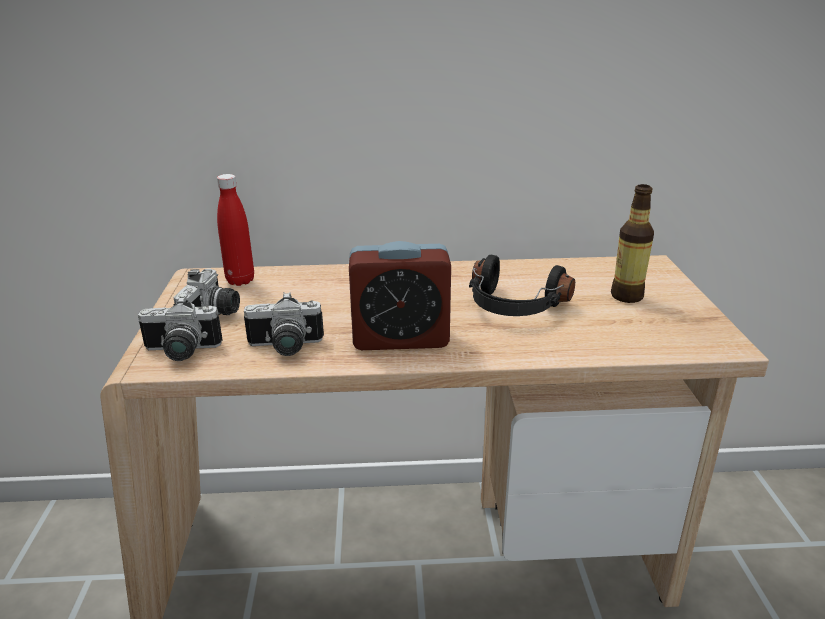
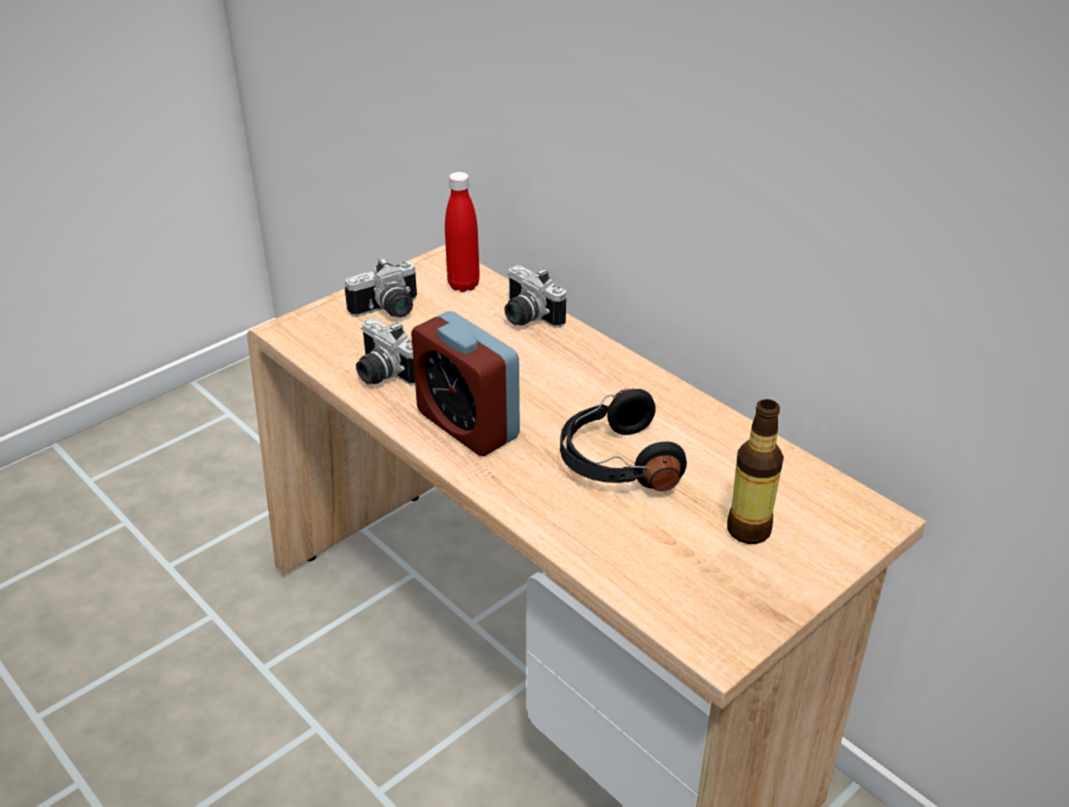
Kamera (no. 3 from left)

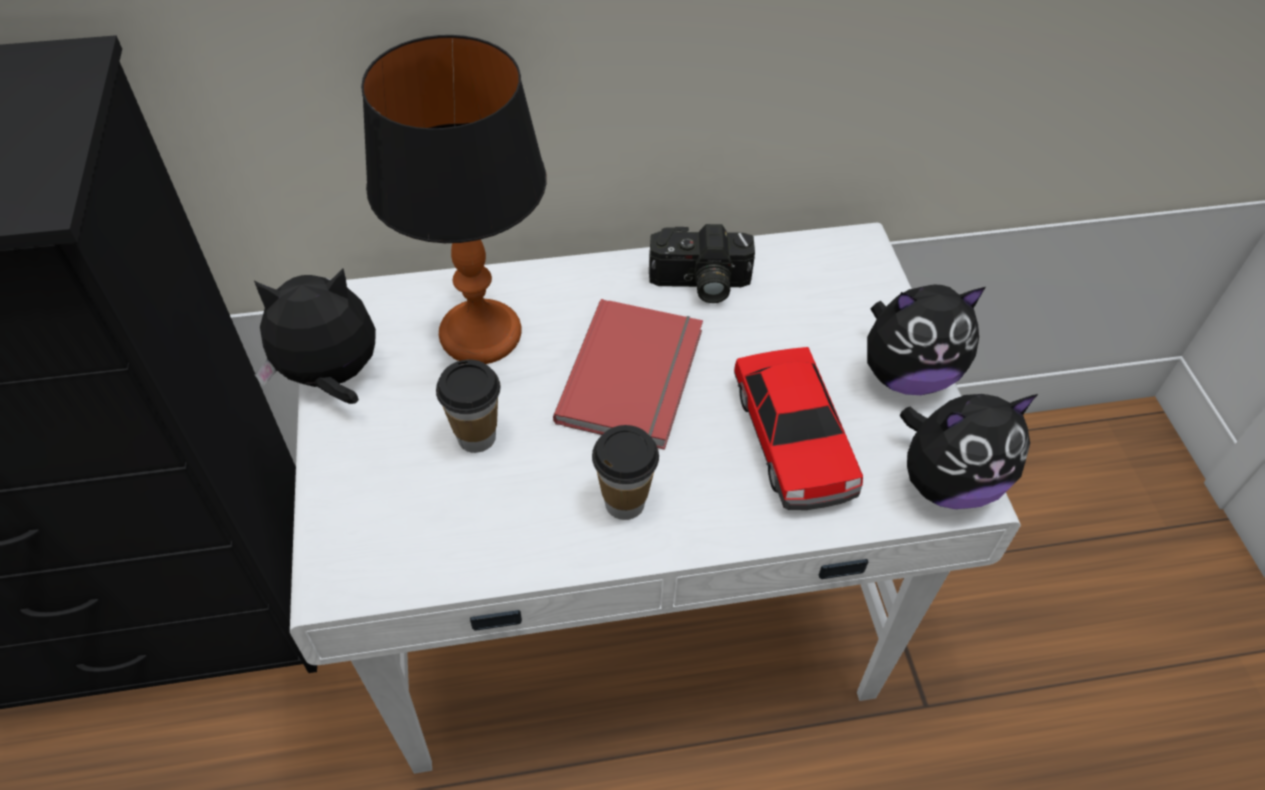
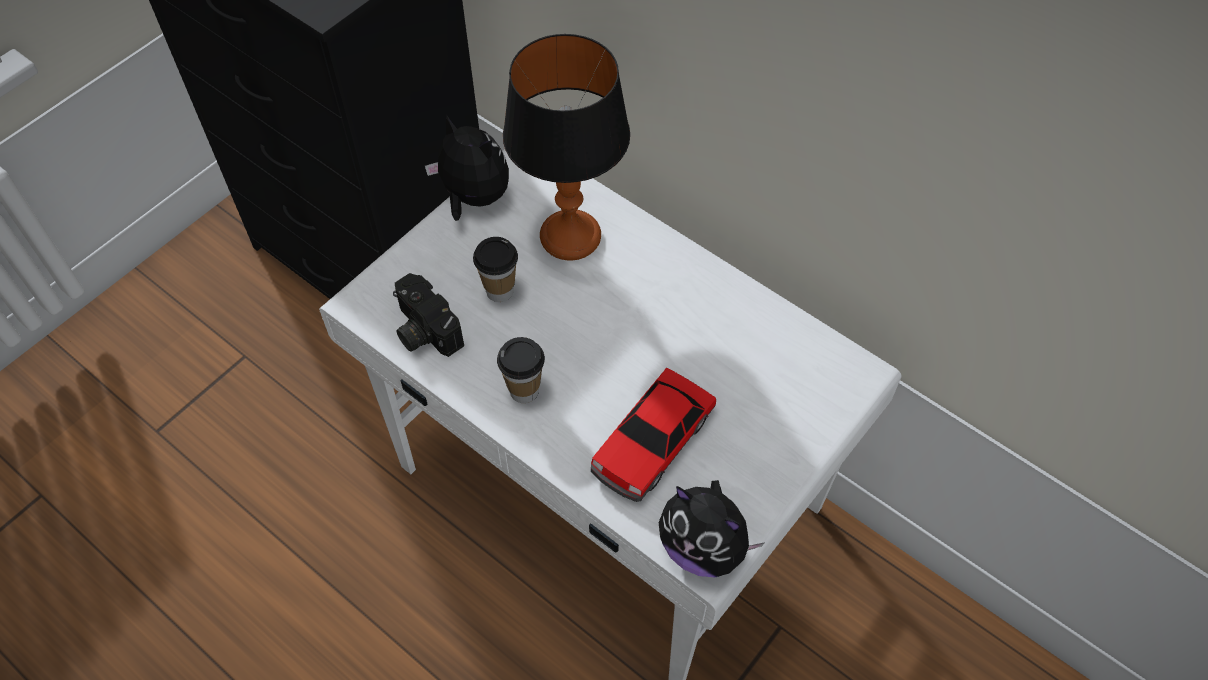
Kamera
Buch [rot]
Plüschtier (no. 2 from left in the first image)

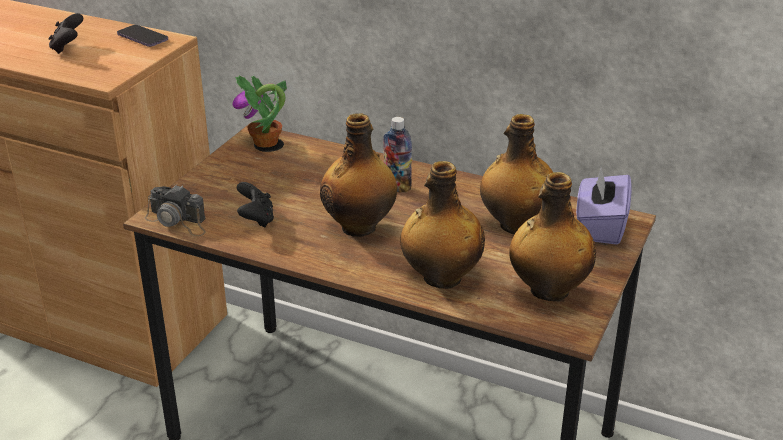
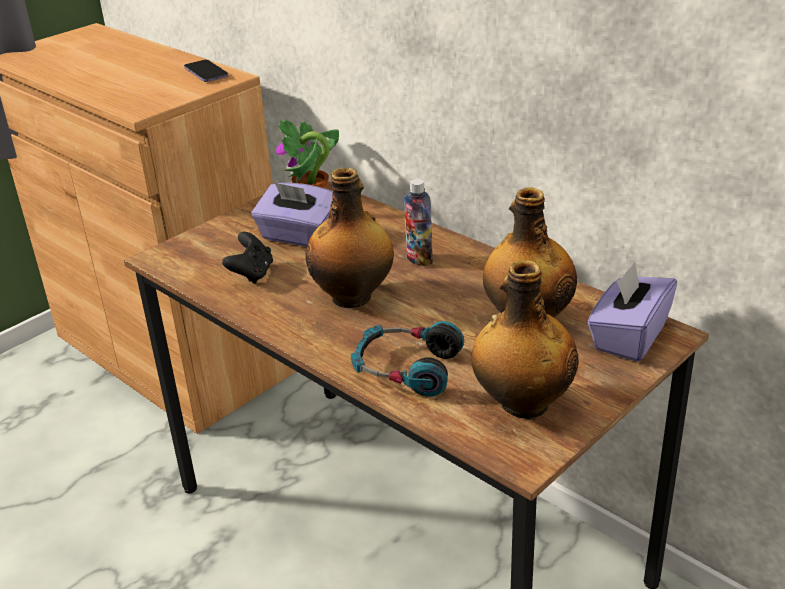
Taschentuchbox [lila] (no. 1 from left)
Kopfhörer
Gamepad [schwarz] (no. 1 from left in the first image)
Kamera

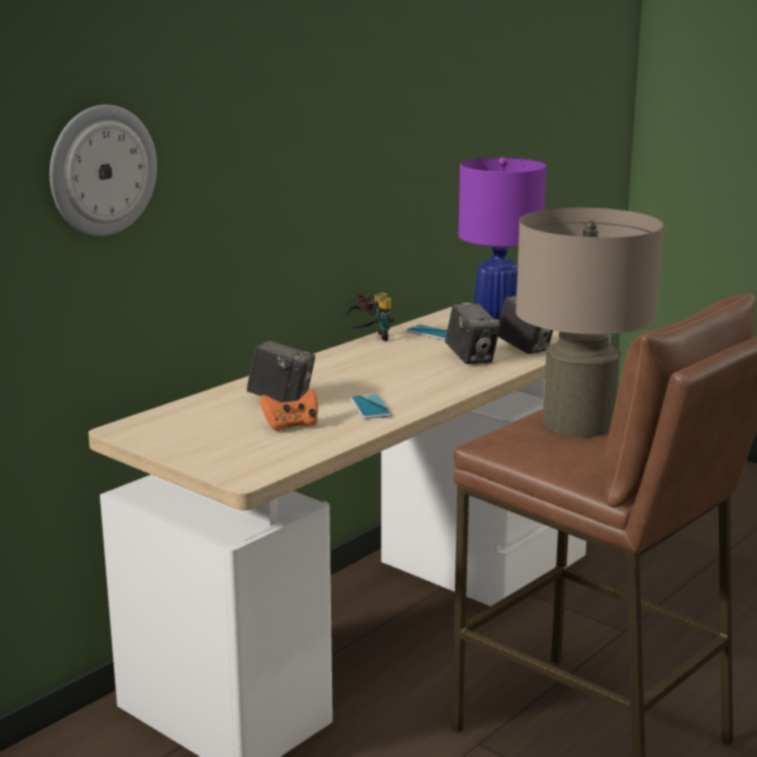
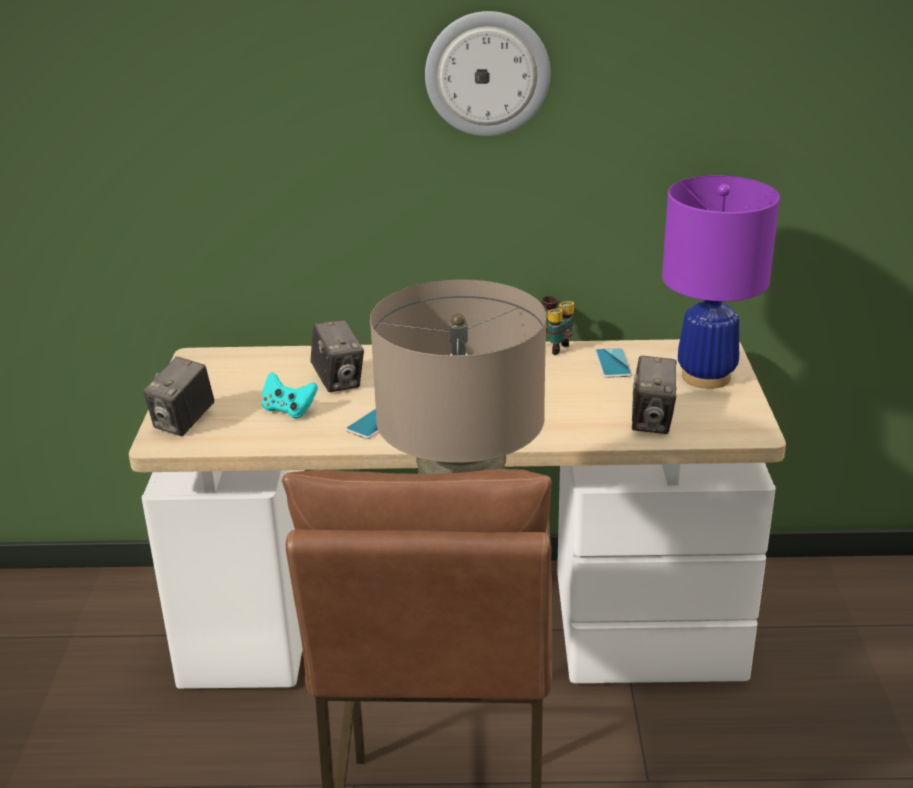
Kamera (no. 1 from left)
Gamepad [türkis]
Wanduhr

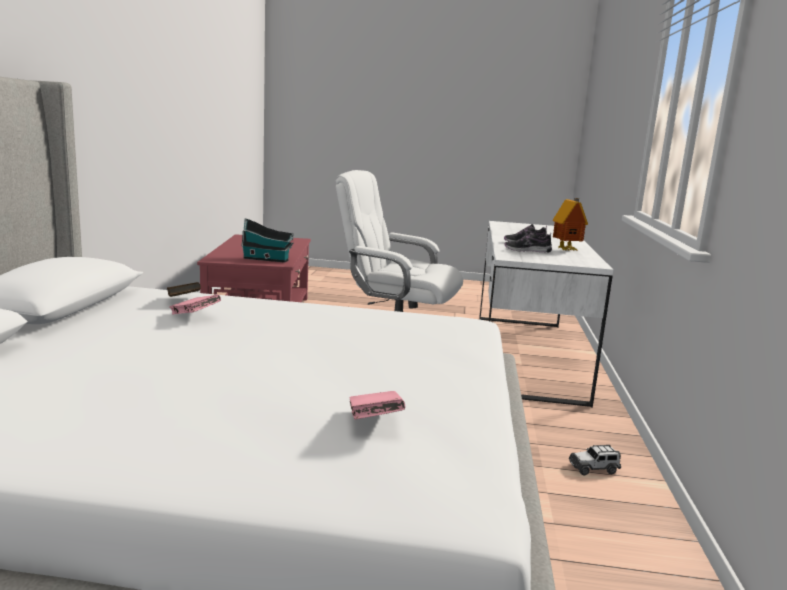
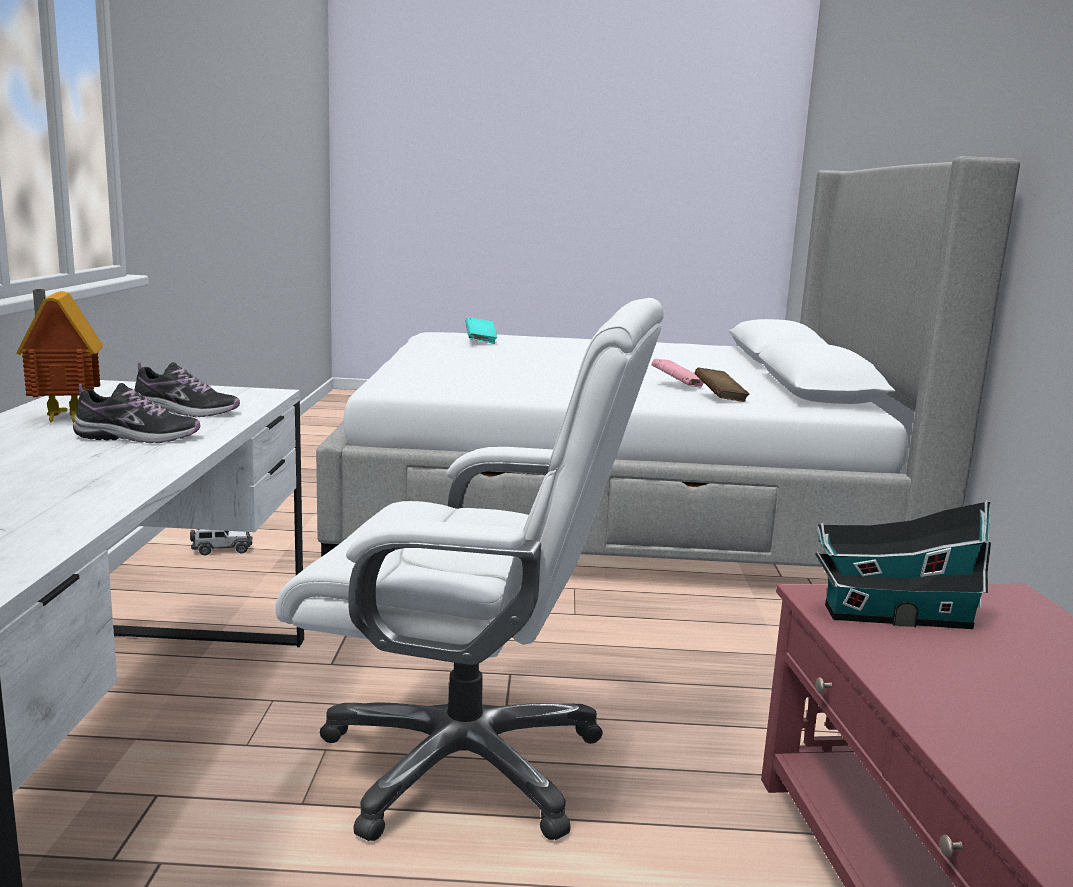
Buch [türkis]

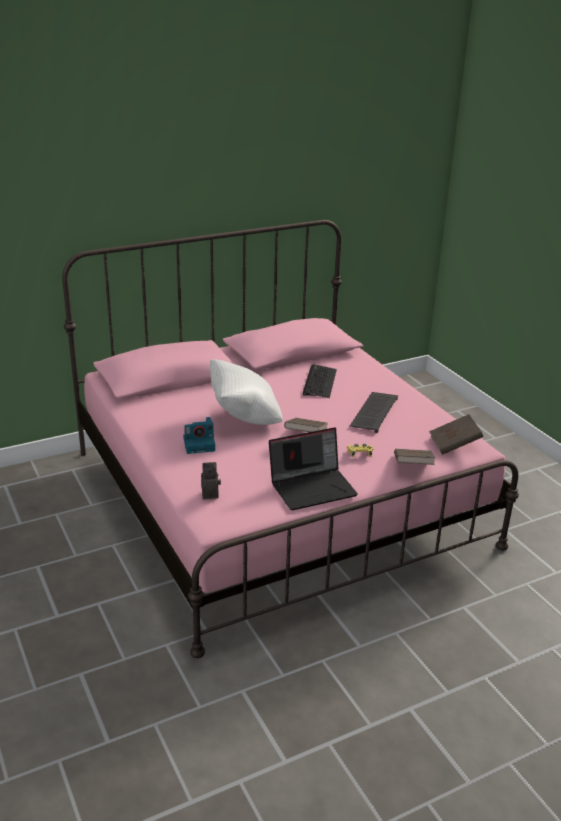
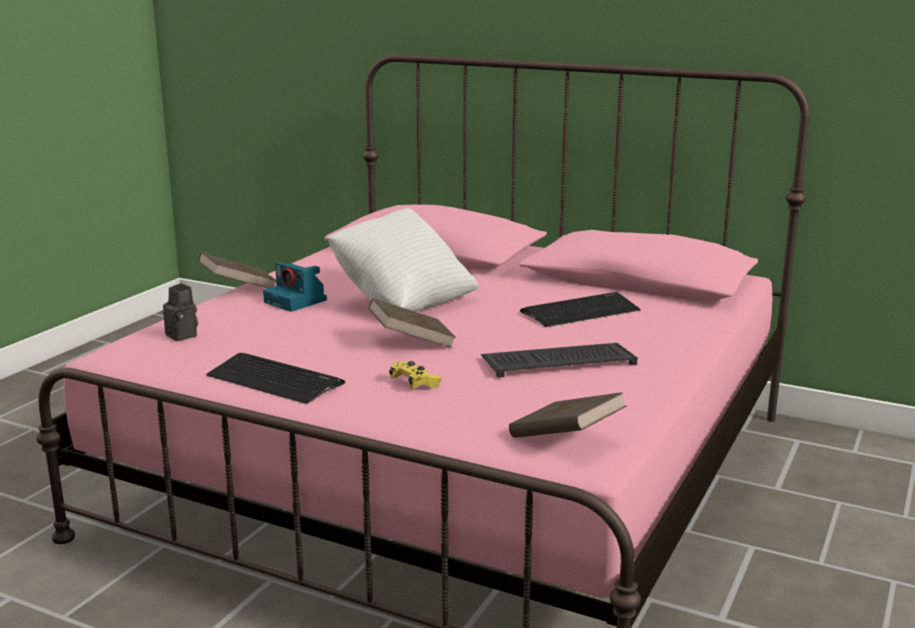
Buch [braun] (no. 1 from left)
Tastatur (no. 1 from left)

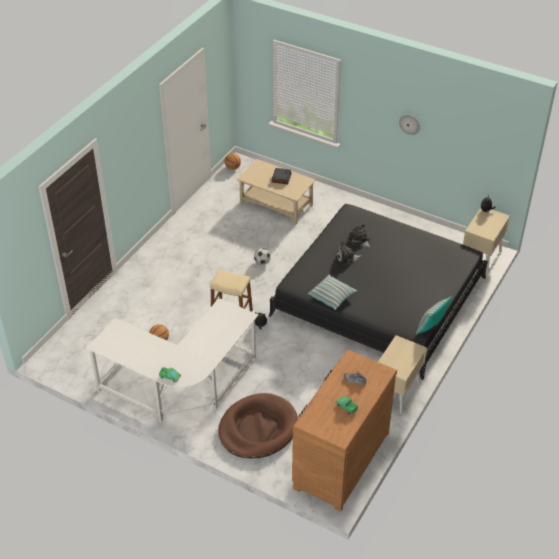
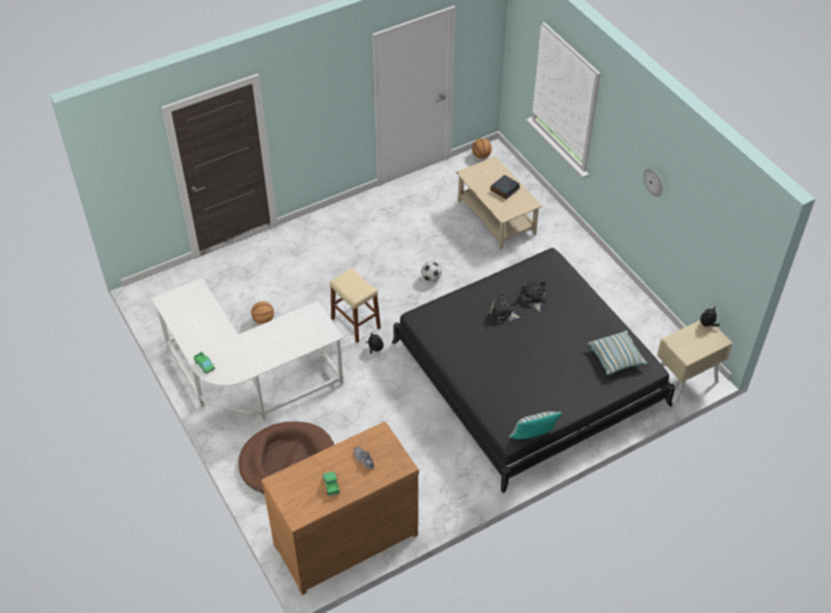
Kissen (no. 2 from left)
Nachttisch [beige] (no. 1 from left in the first image)

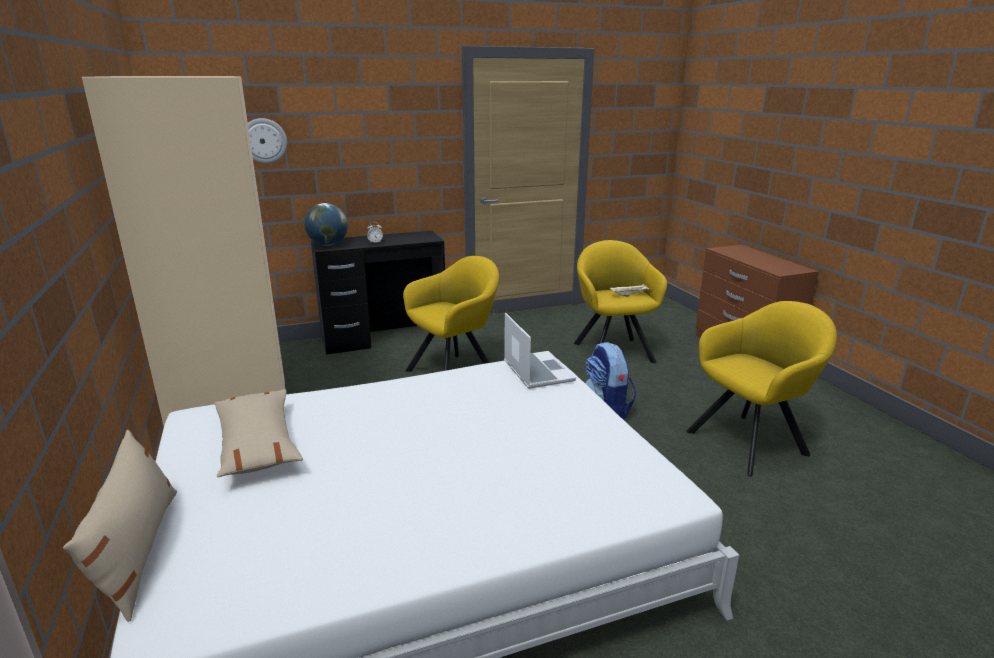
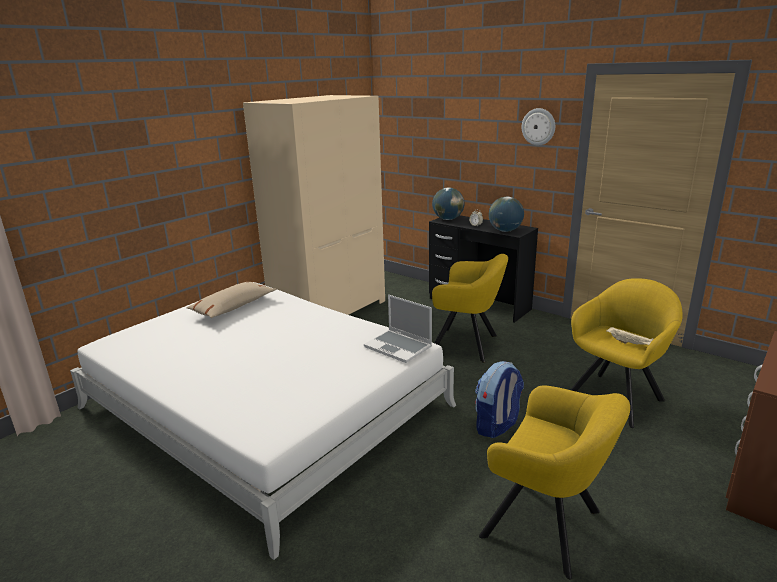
Laptop
Globus (no. 2 from left)
Wanduhr
Kissen [beige] (no. 1 from left in the first image)

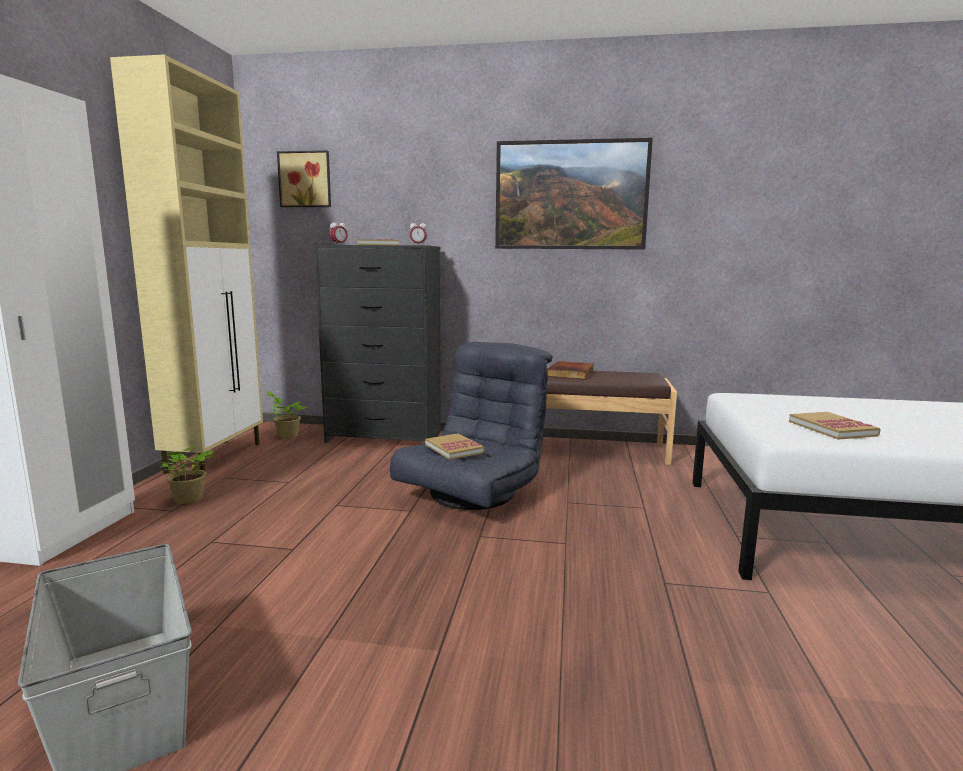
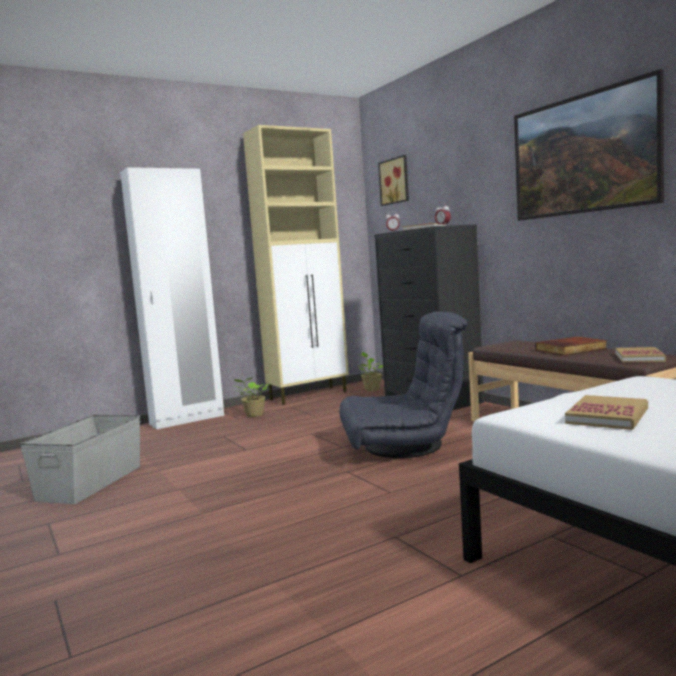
Buch (no. 4 from left)

